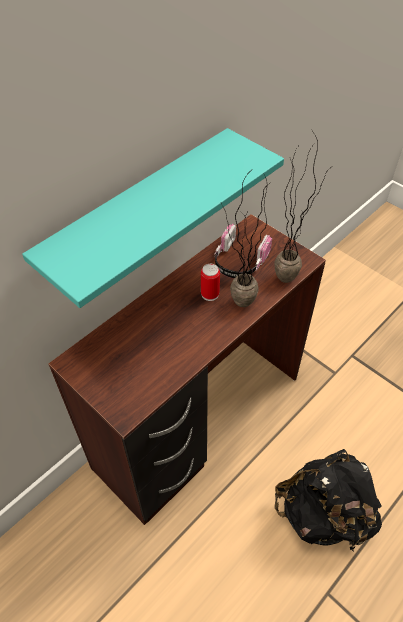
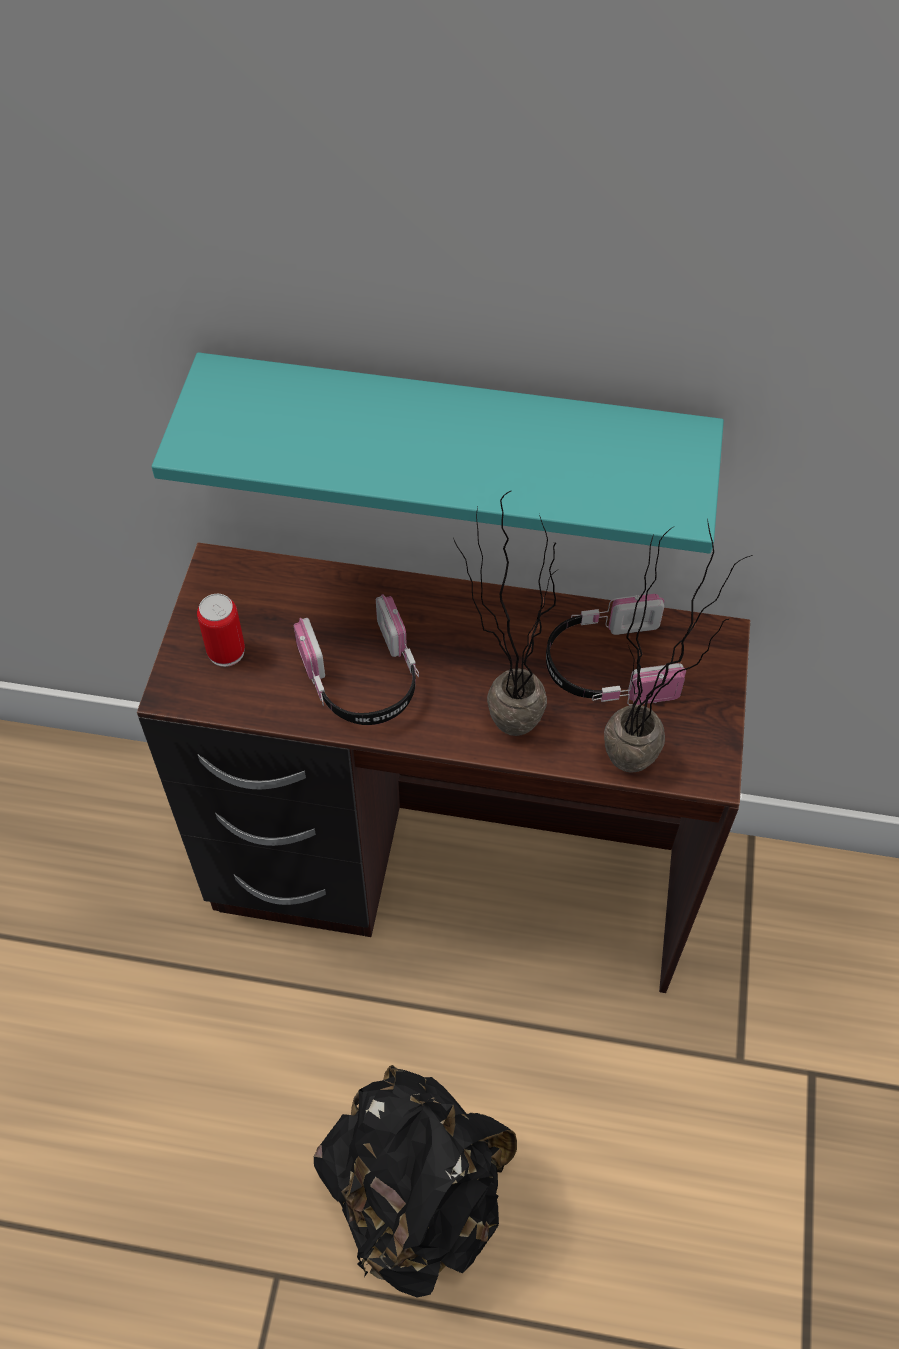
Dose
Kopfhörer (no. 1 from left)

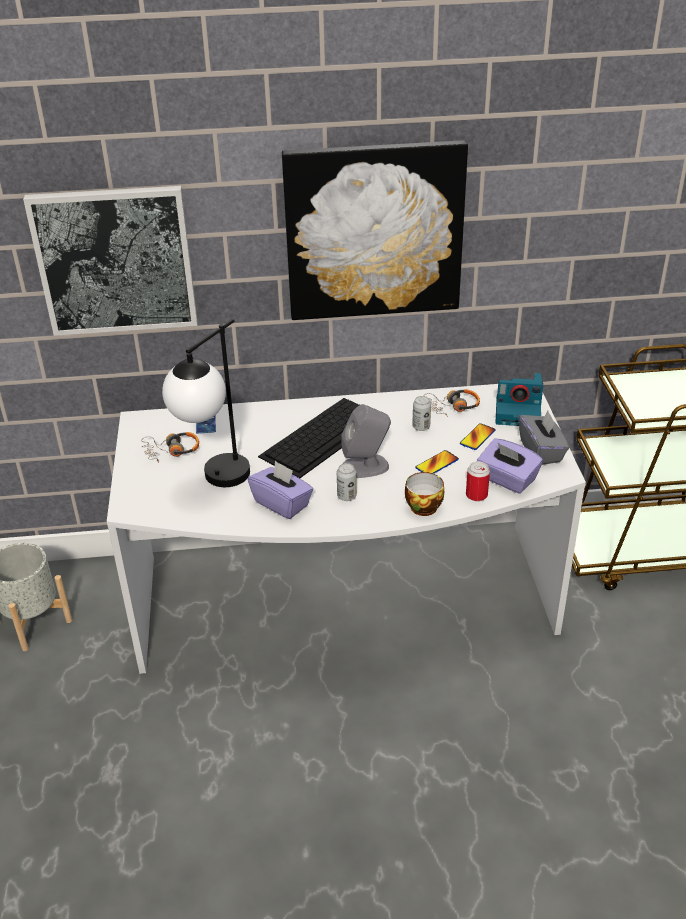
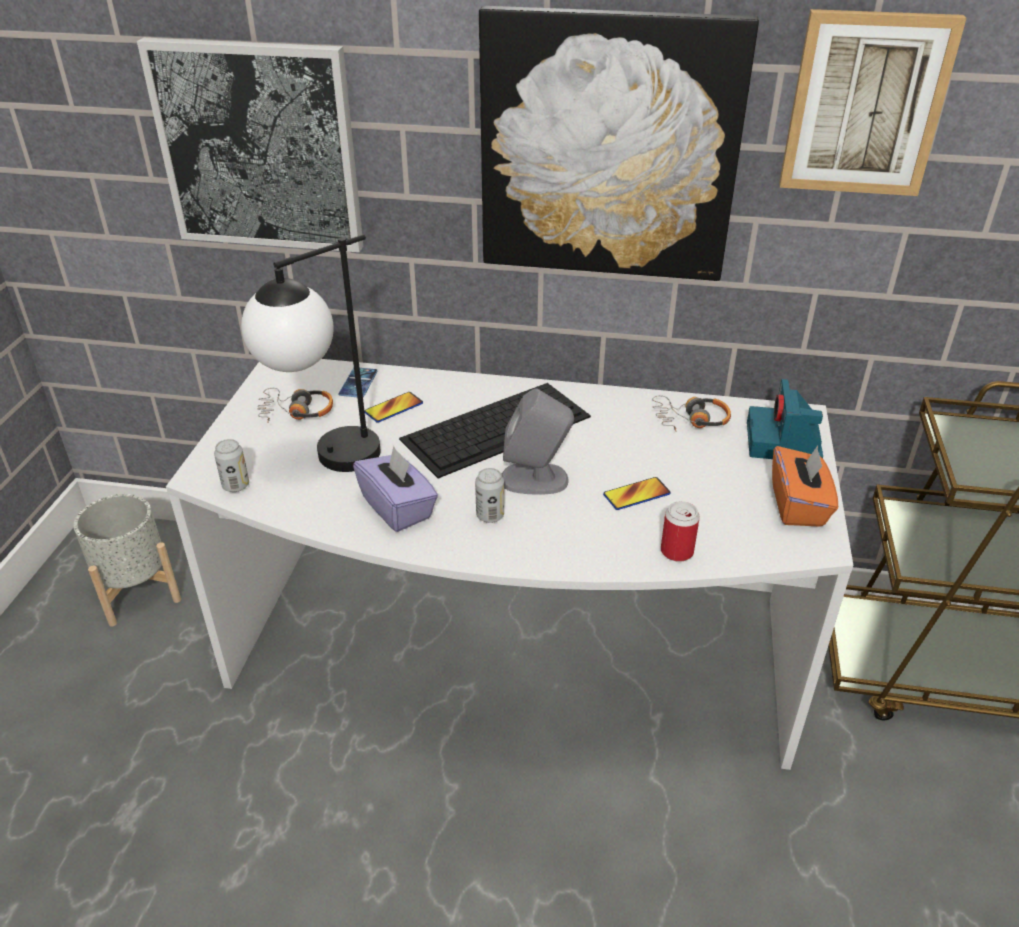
Dose (no. 1 from left)
Handy (no. 2 from left)
Kamera
Taschentuchbox [orange]
Bild (no. 3 from left)
Tasse
Taschentuchbox [lila] (no. 2 from left in the first image)

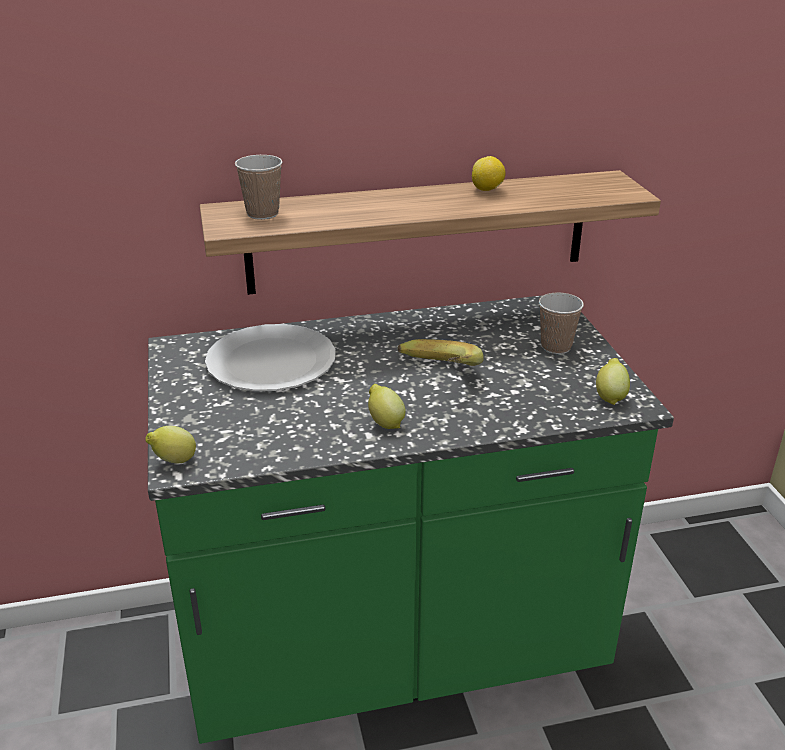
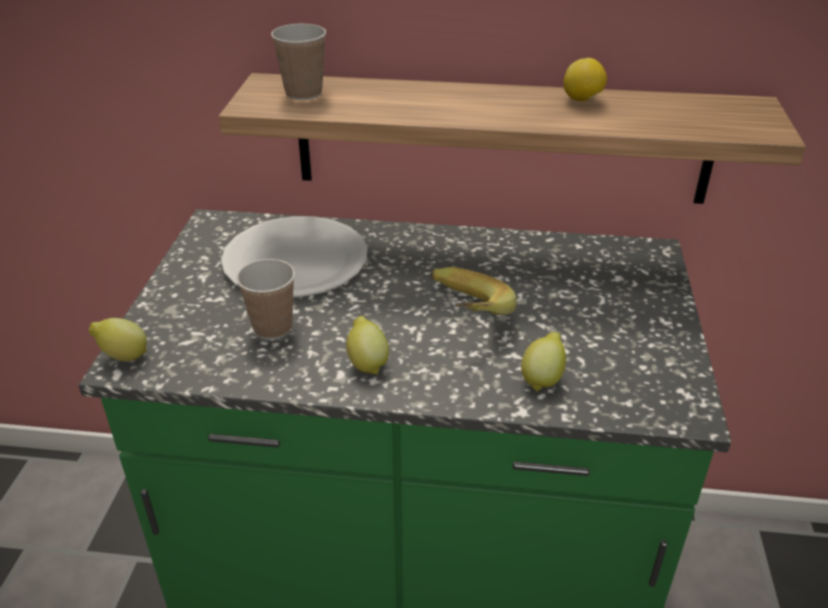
Tasse (no. 1 from left)
Zitrone (no. 3 from left)

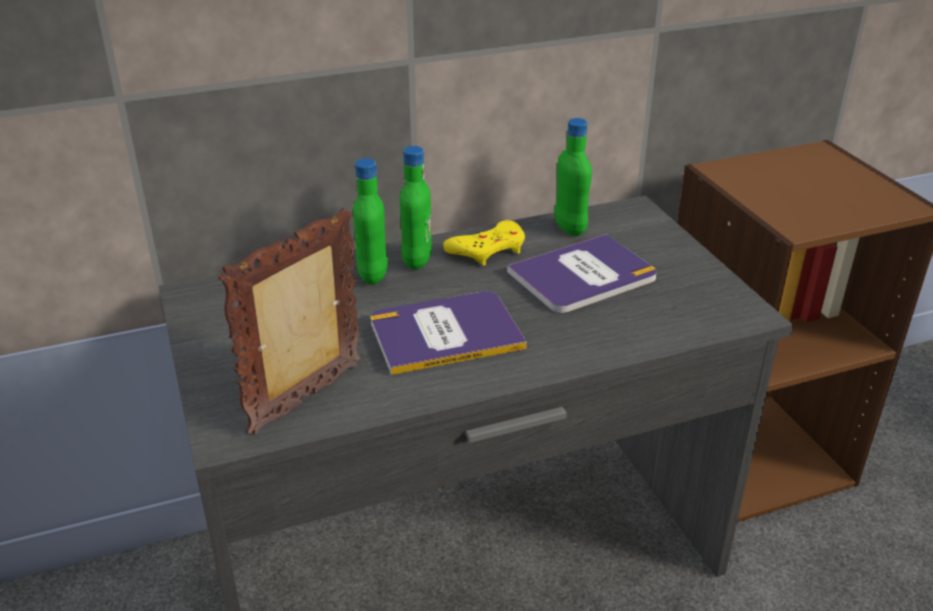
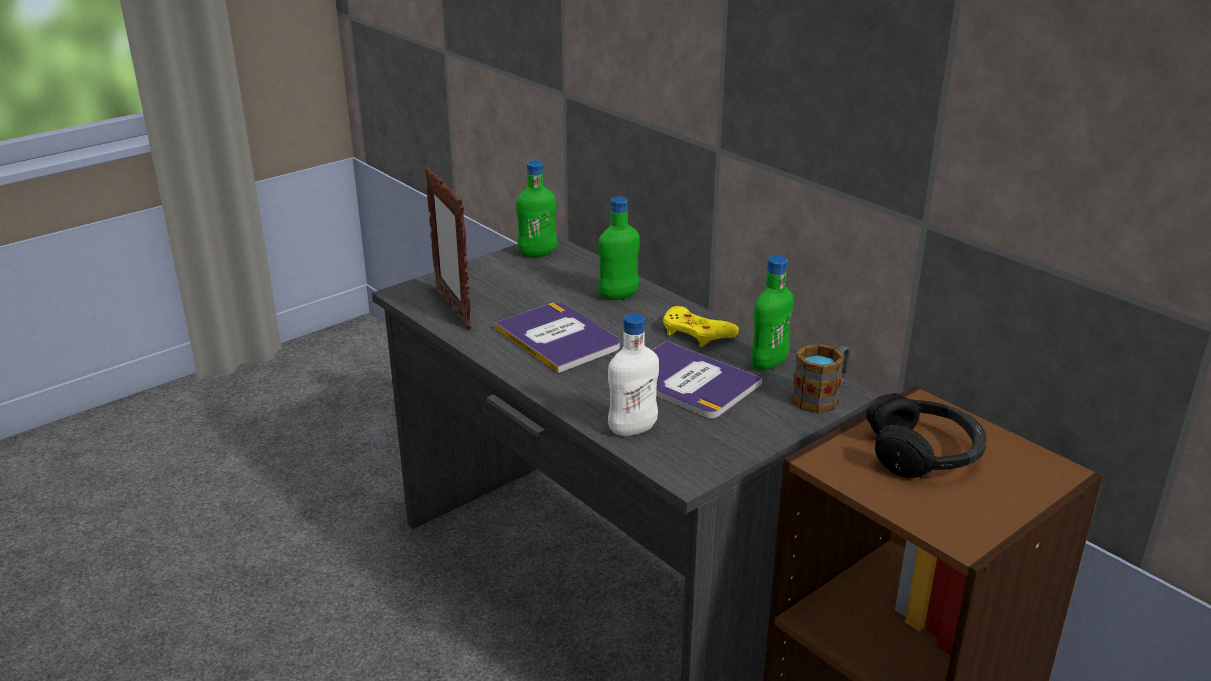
Bilderrahmen
Flasche [grün] (no. 1 from left)
Flasche [weiß]
Henkelbecher
Kopfhörer [schwarz]

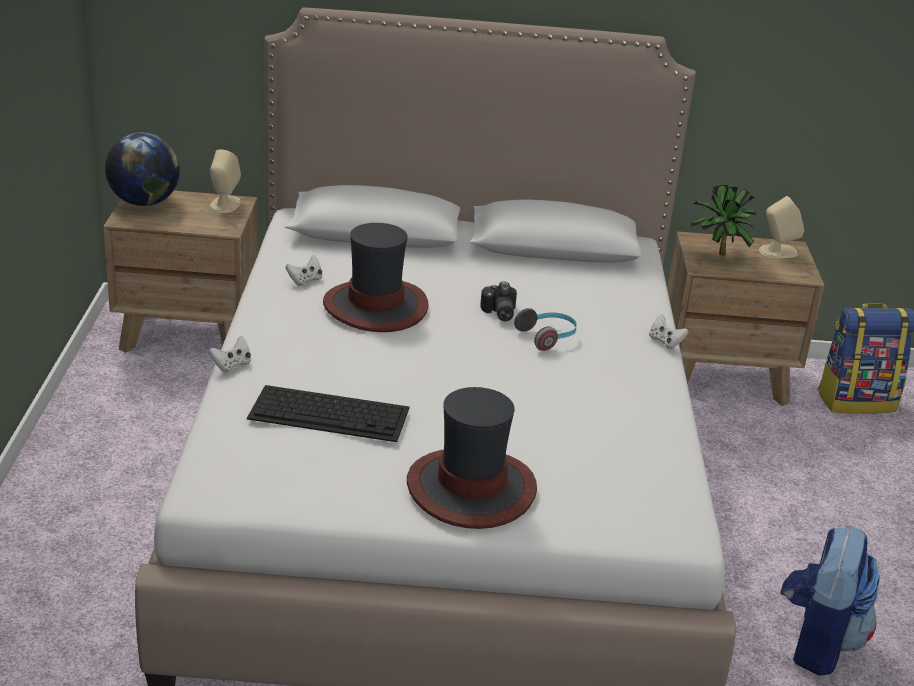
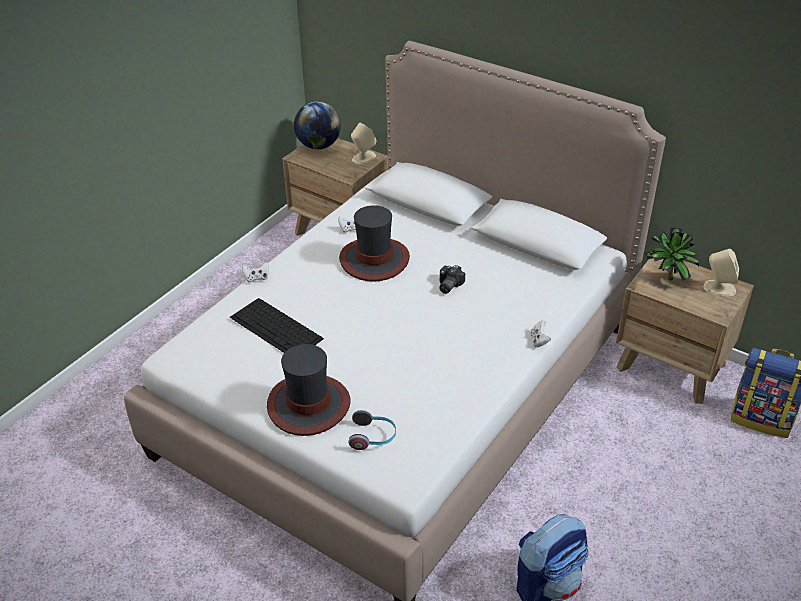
Kopfhörer

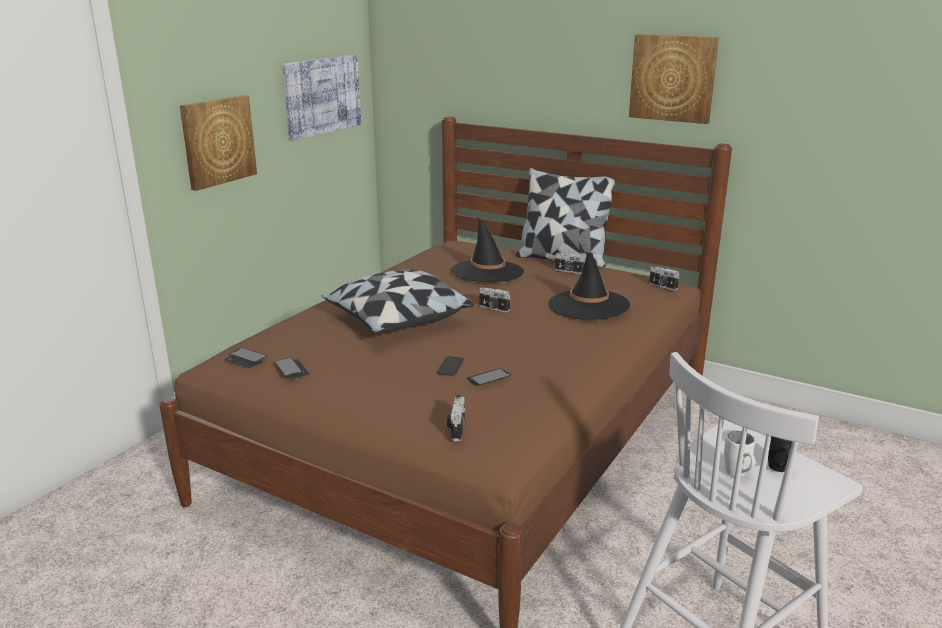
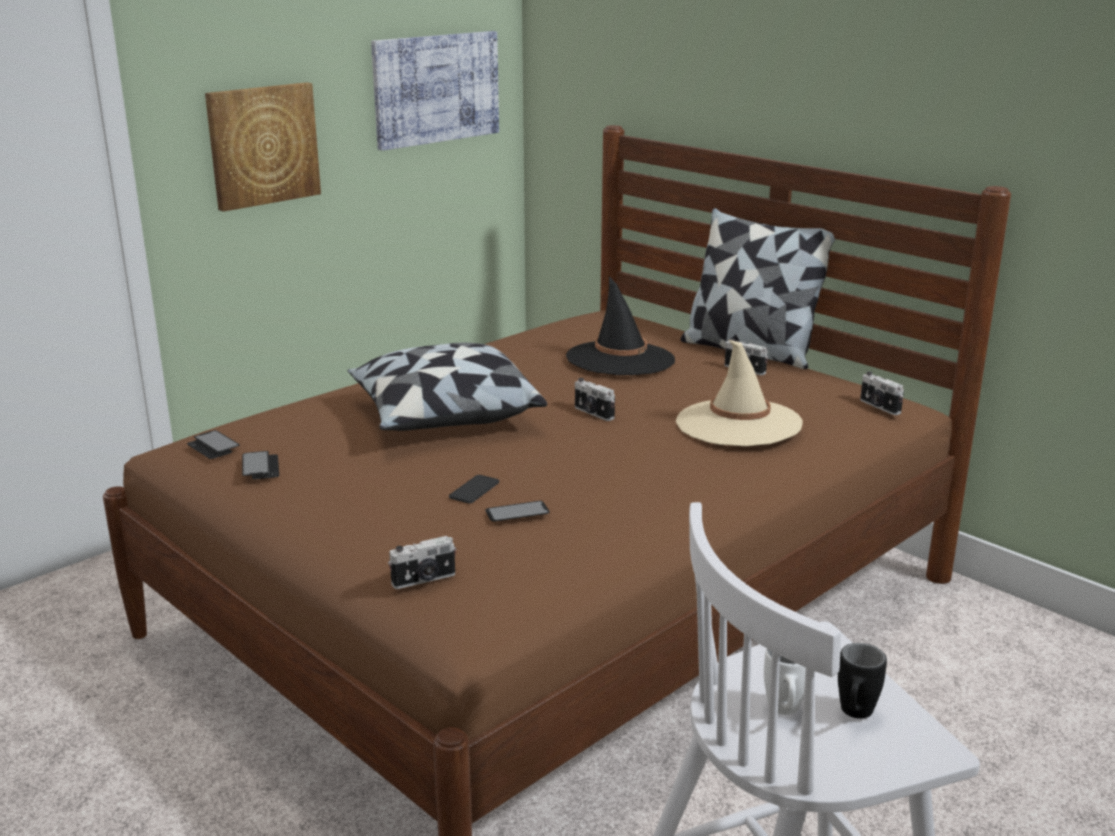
Kamera (no. 1 from left)
Hut [beige]
Bild (no. 3 from left in the first image)

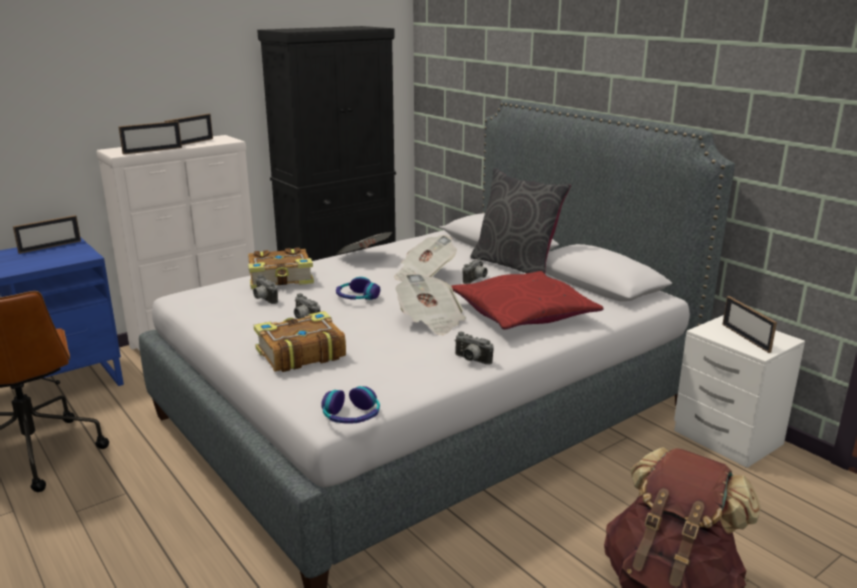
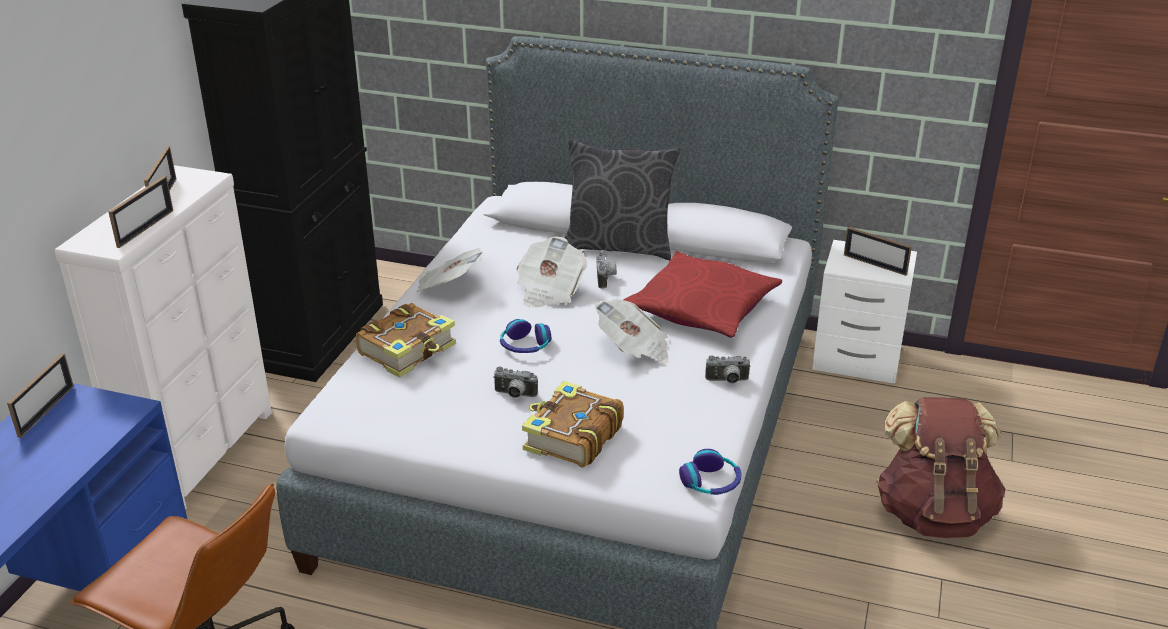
Kamera (no. 1 from left in the first image)

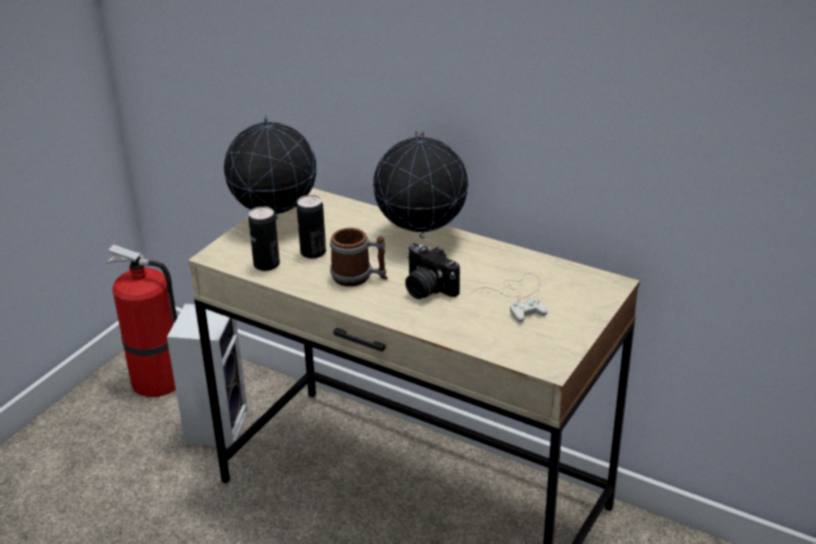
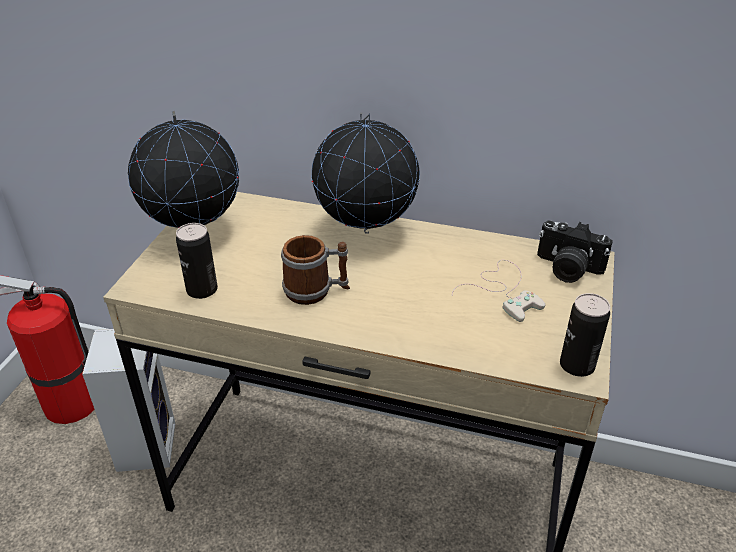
Kamera
Dose (no. 2 from left)

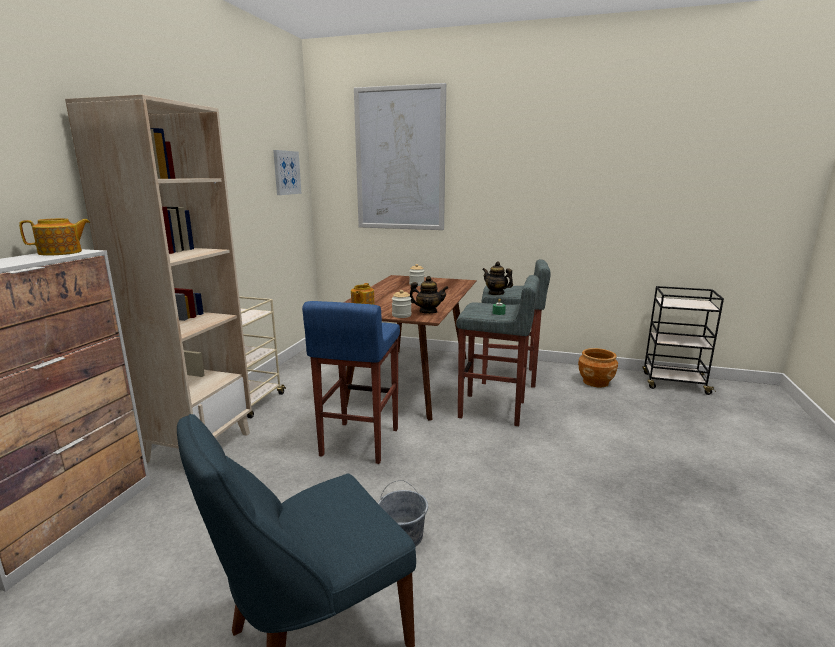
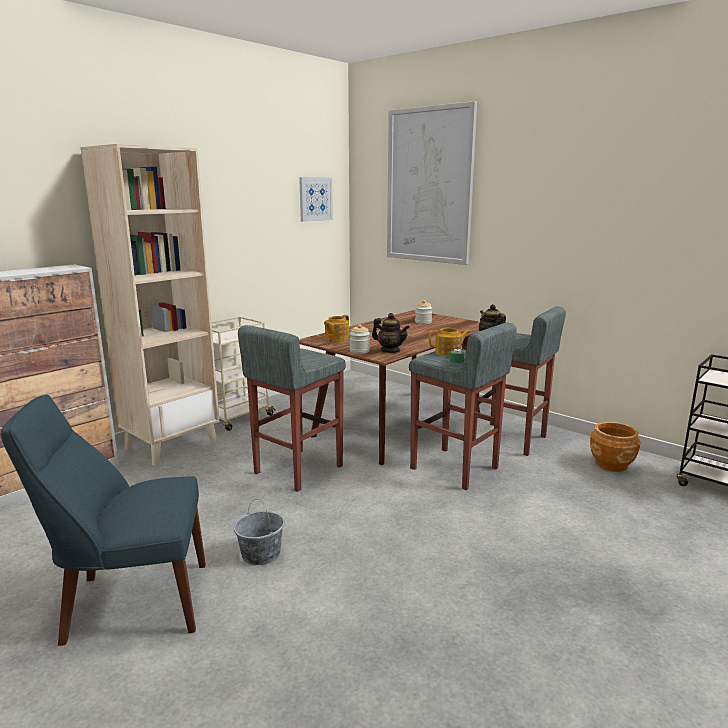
Hocker [grau] (no. 1 from left)
Teekanne (no. 3 from left)

